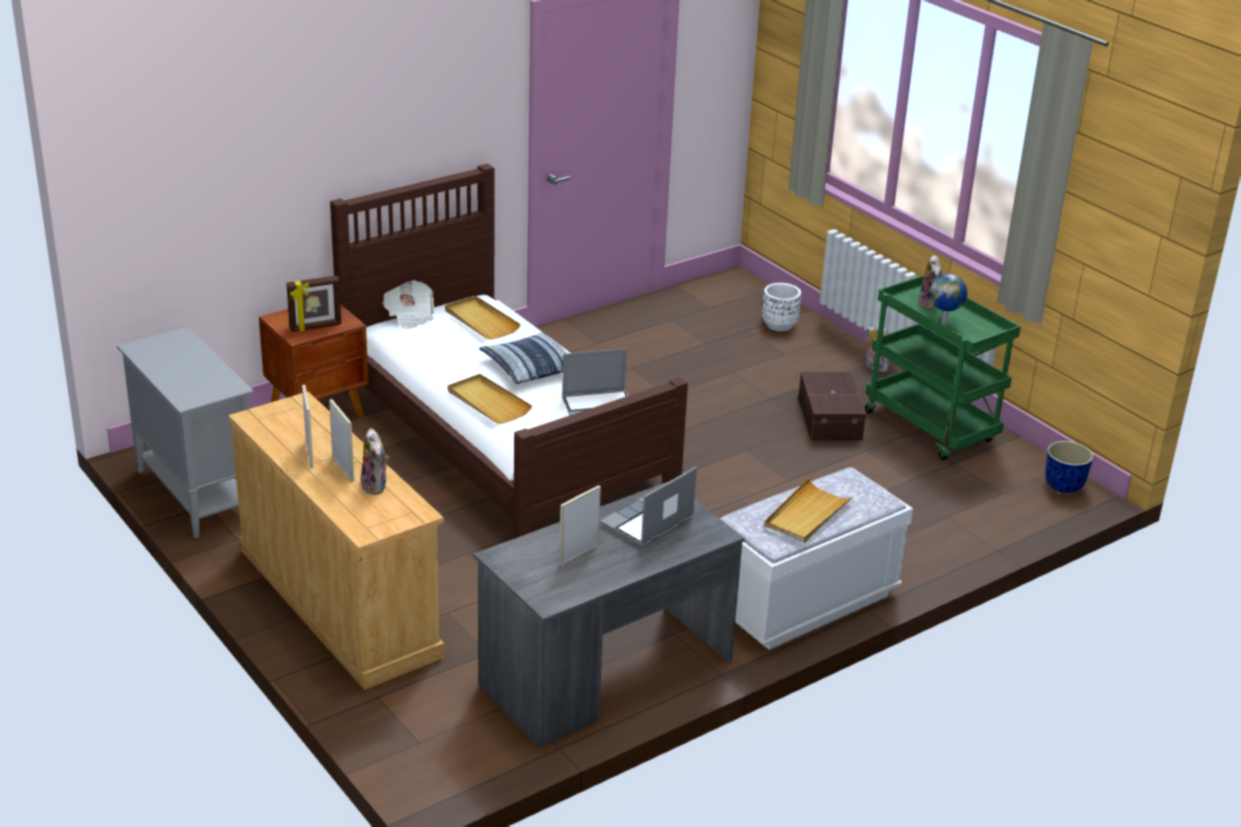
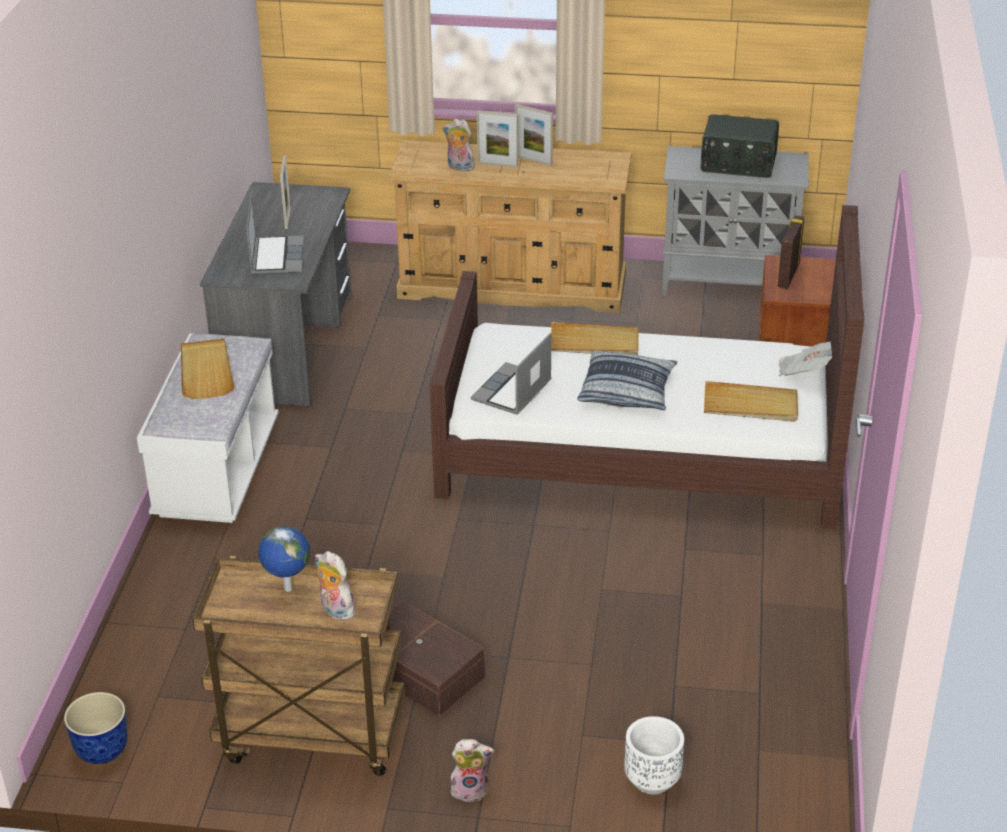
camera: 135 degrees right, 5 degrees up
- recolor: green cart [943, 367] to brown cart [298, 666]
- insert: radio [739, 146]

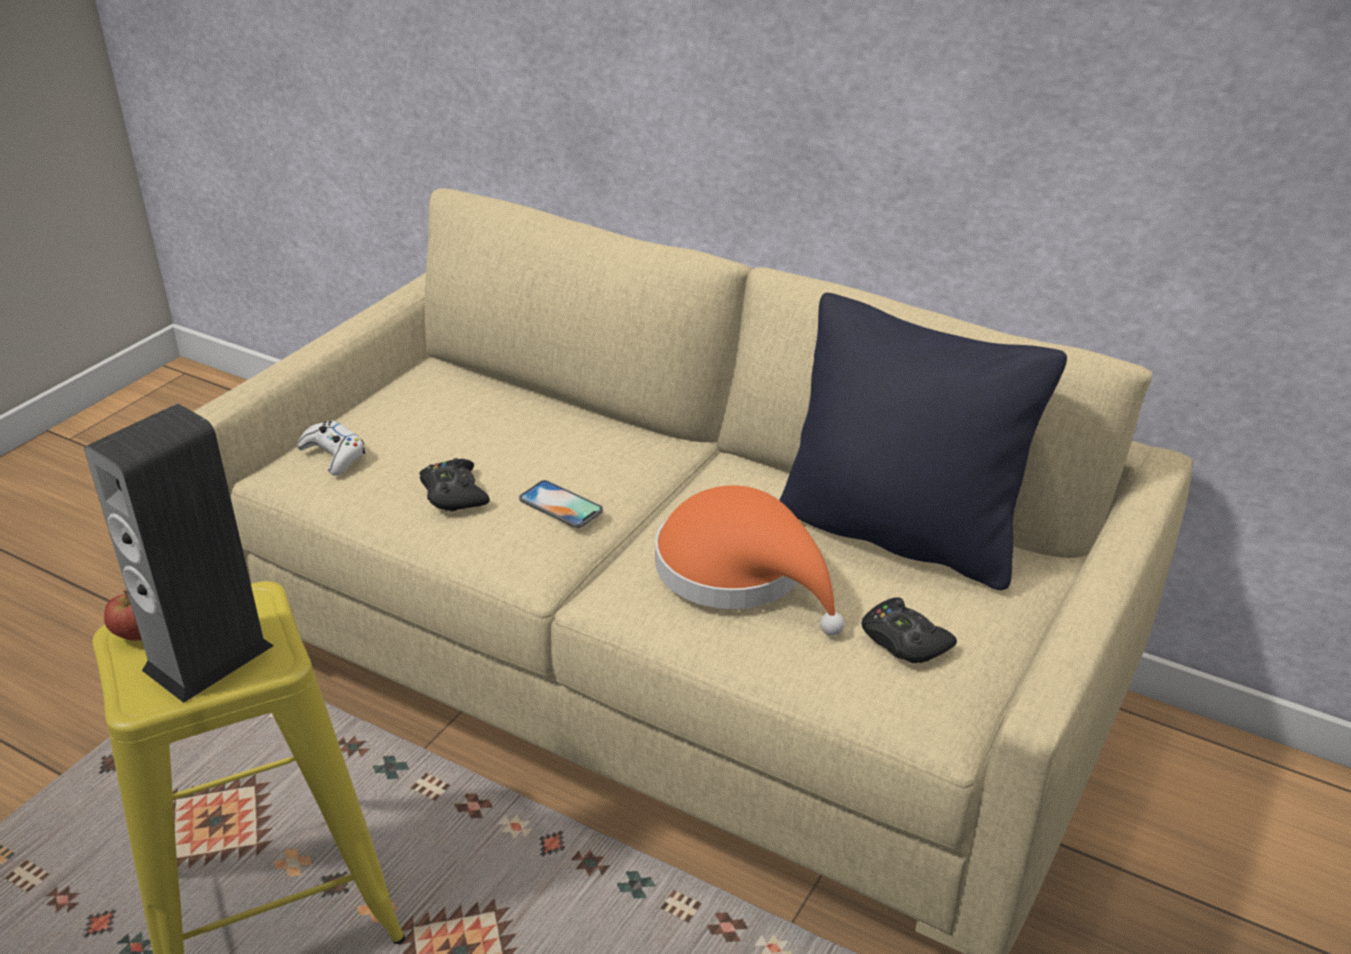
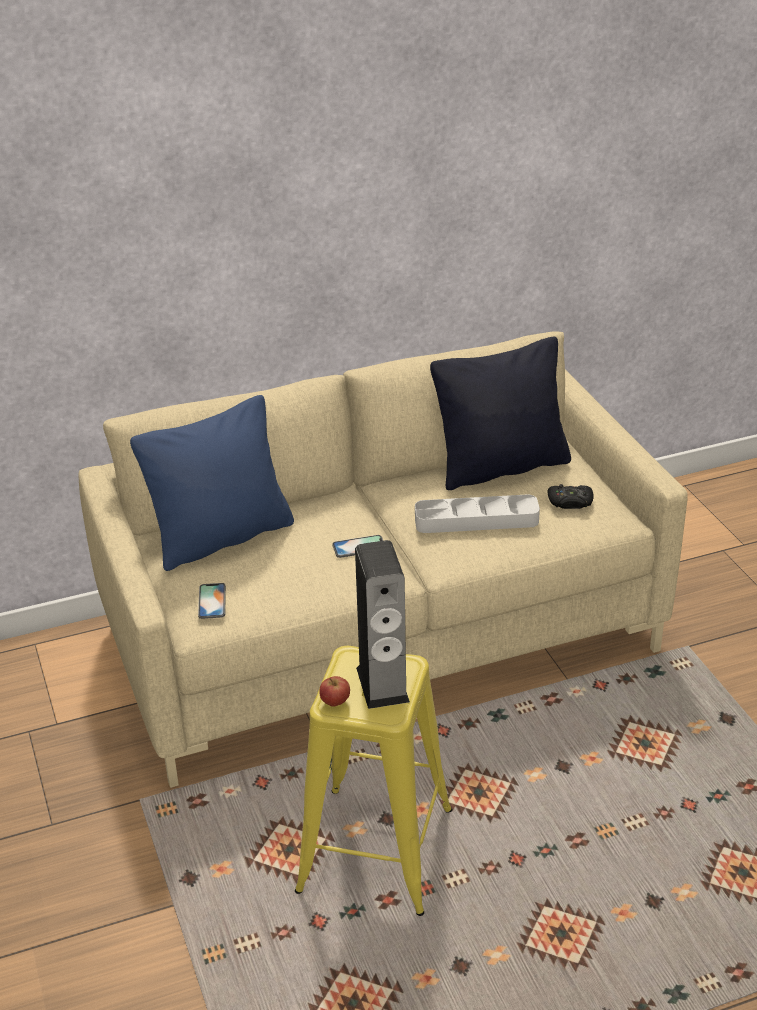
camera: 50 degrees left, 0 degrees up
- replace: white game controller [331, 448] to phone [212, 601]
- delete: black game controller [455, 485]
- replace: orange hat [750, 560] to grey tray [477, 514]
- insert: blue pillow [212, 483]

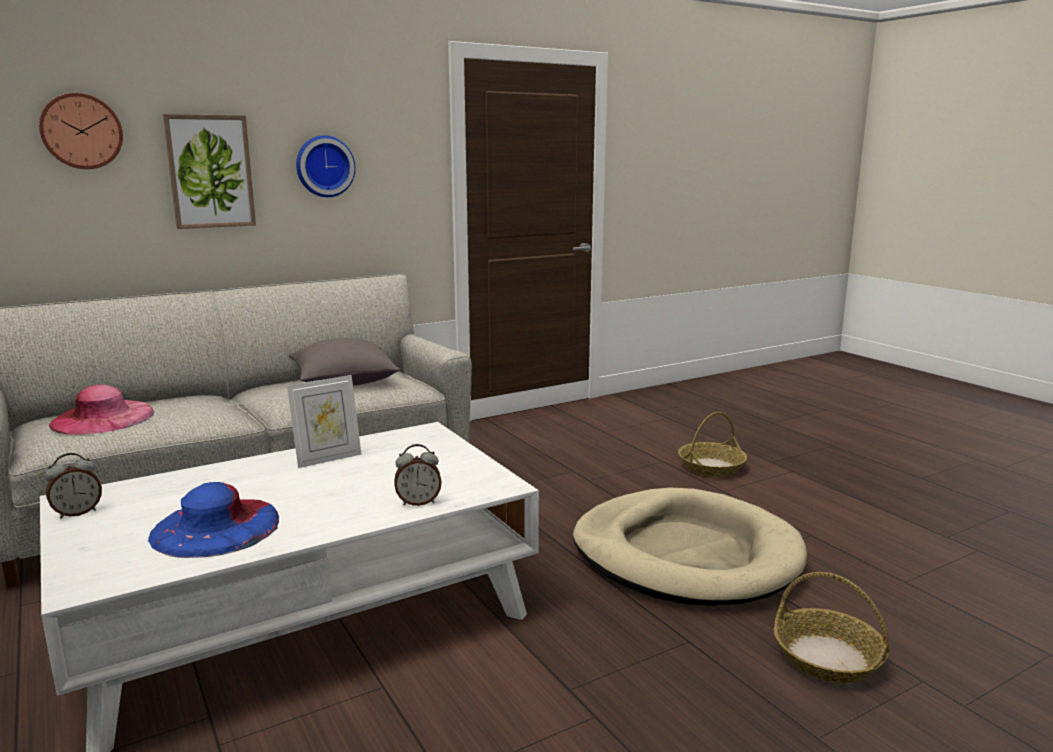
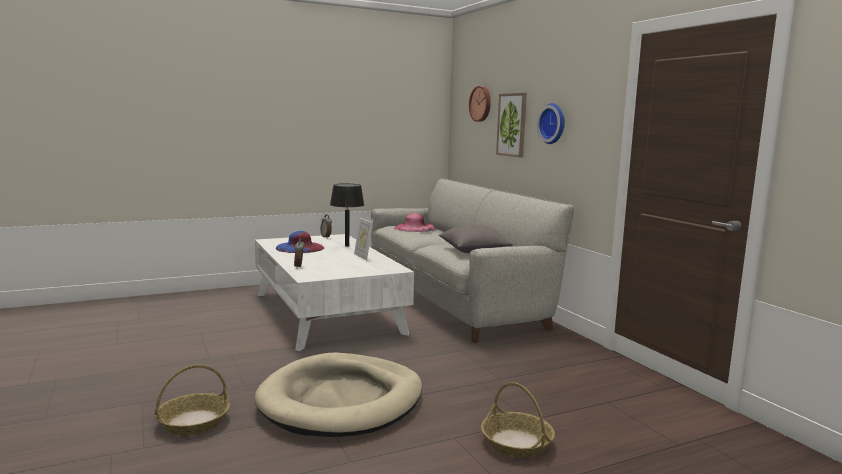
camera: 95 degrees right, 5 degrees down
- insert: black table lamp [347, 215]

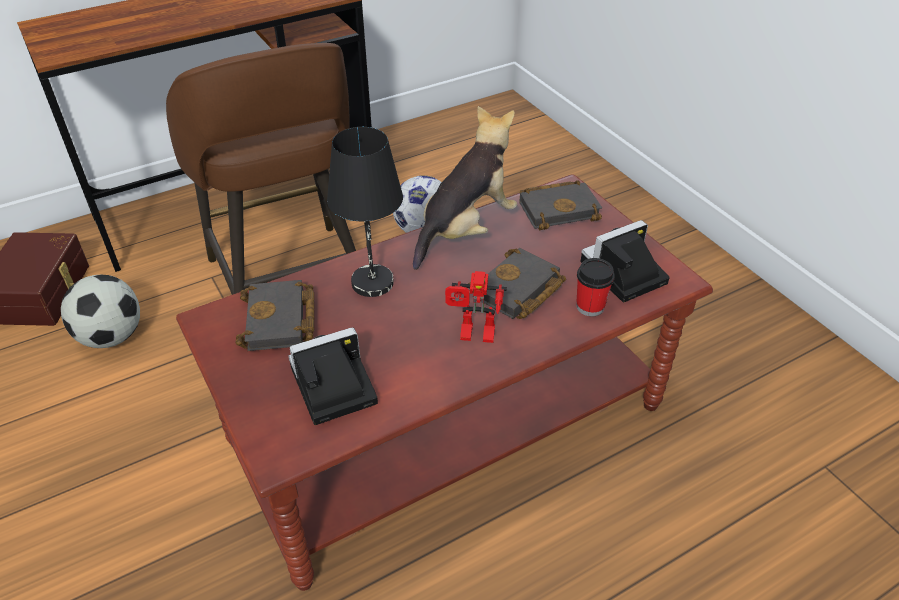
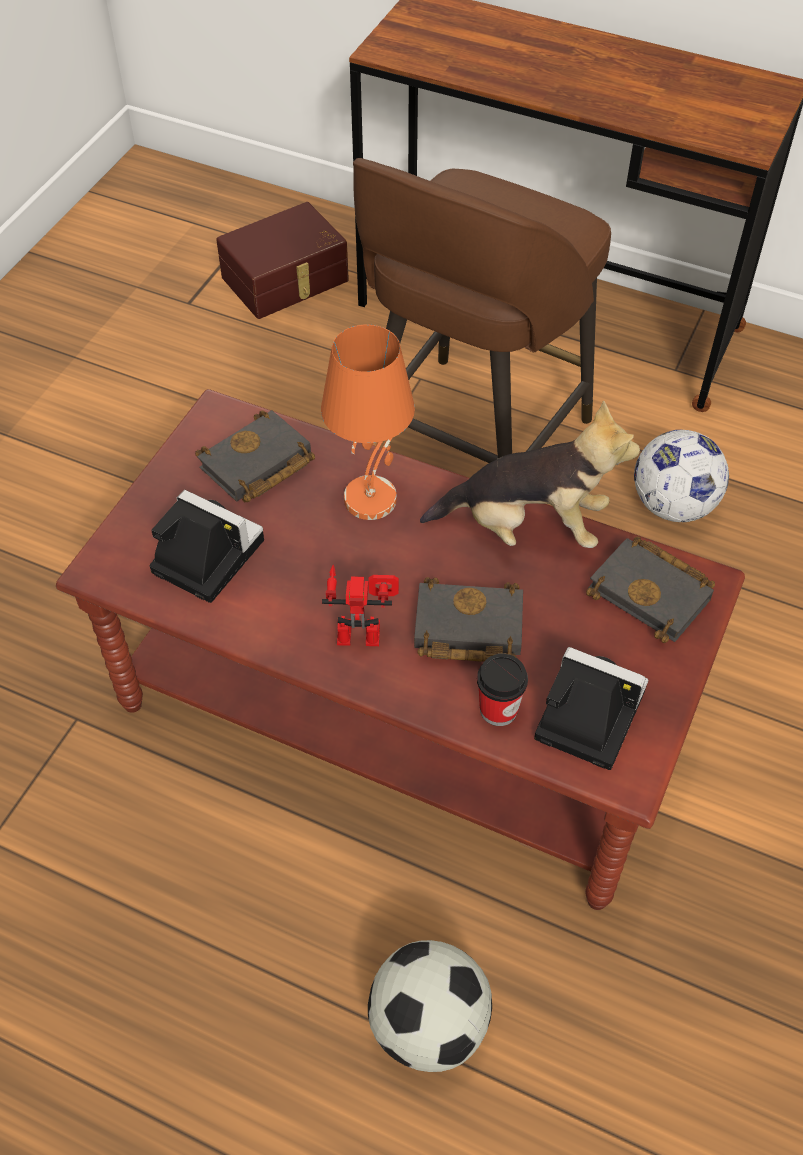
camera: 55 degrees right, 10 degrees up
- move: football [100, 311] to [430, 1006]
- recolor: black table lamp [365, 212] to orange table lamp [368, 422]
- rotate: toy robot [476, 307] = [360, 605] 120 degrees clockwise

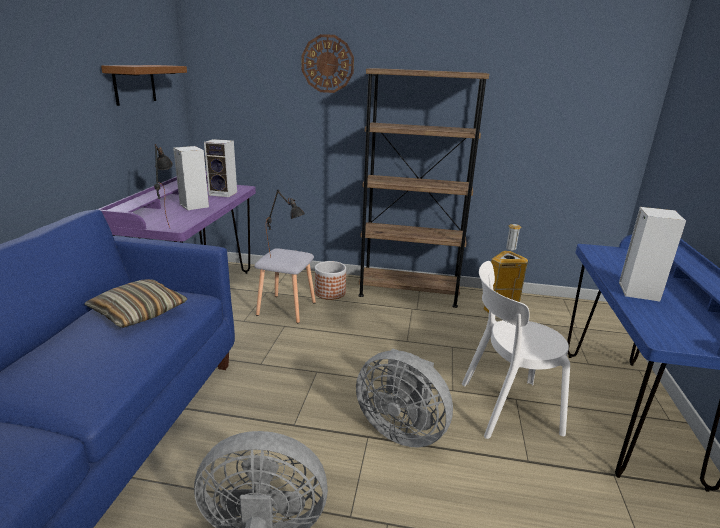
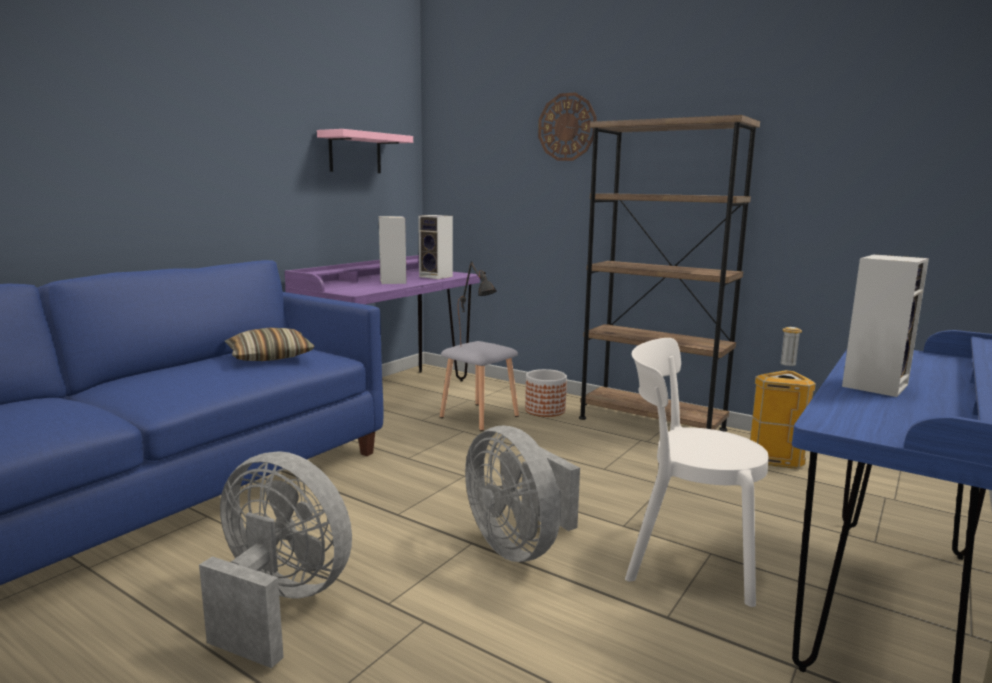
camera: 25 degrees right, 10 degrees down
- recolor: brown shelf [144, 85] to pink shelf [365, 151]
- delete: black table lamp [163, 185]

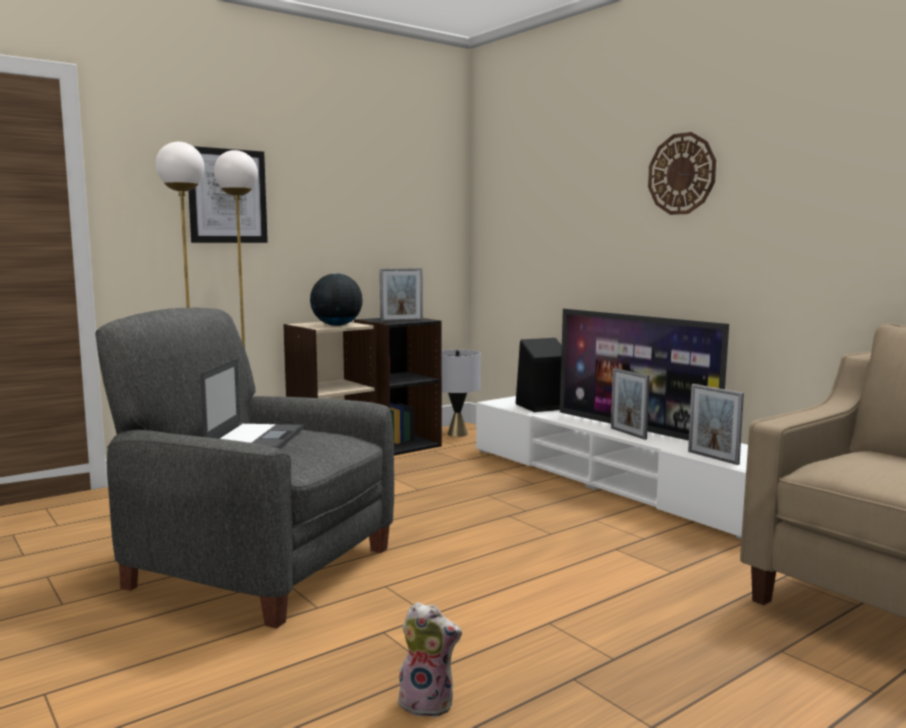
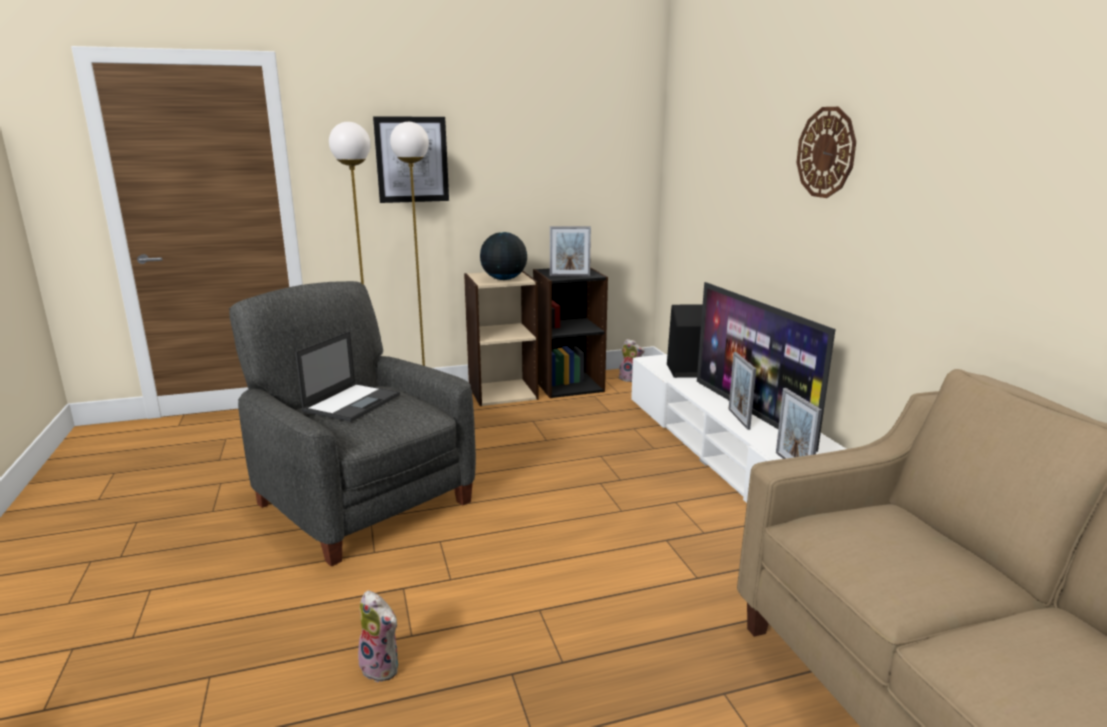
camera: 20 degrees right, 10 degrees up
- replace: grey table lamp [461, 393] to plush toy [631, 360]

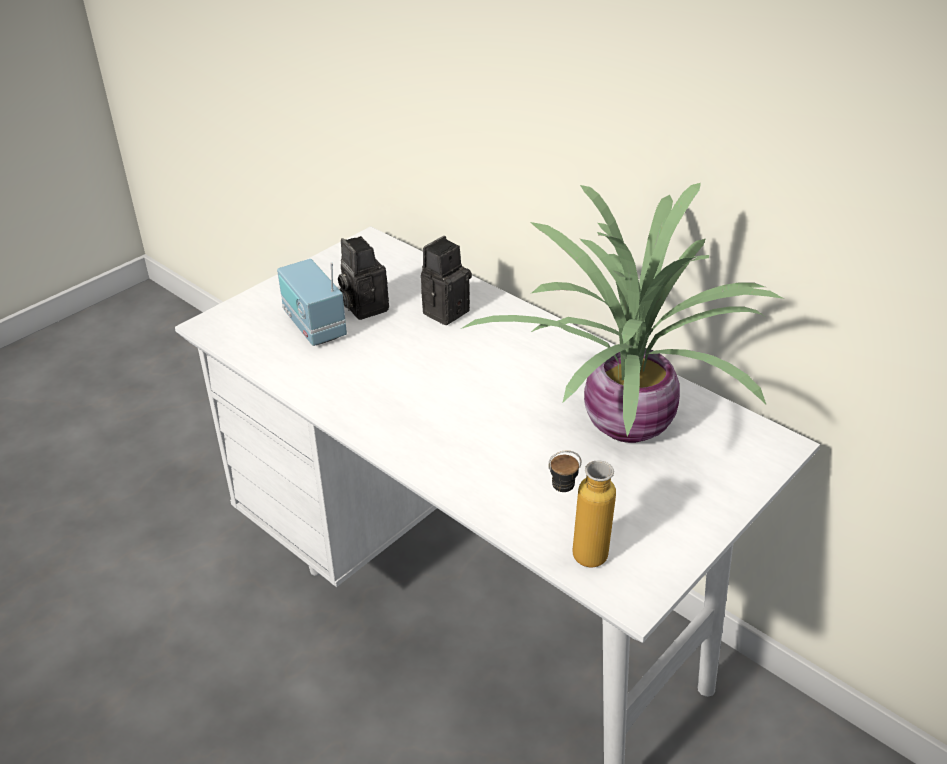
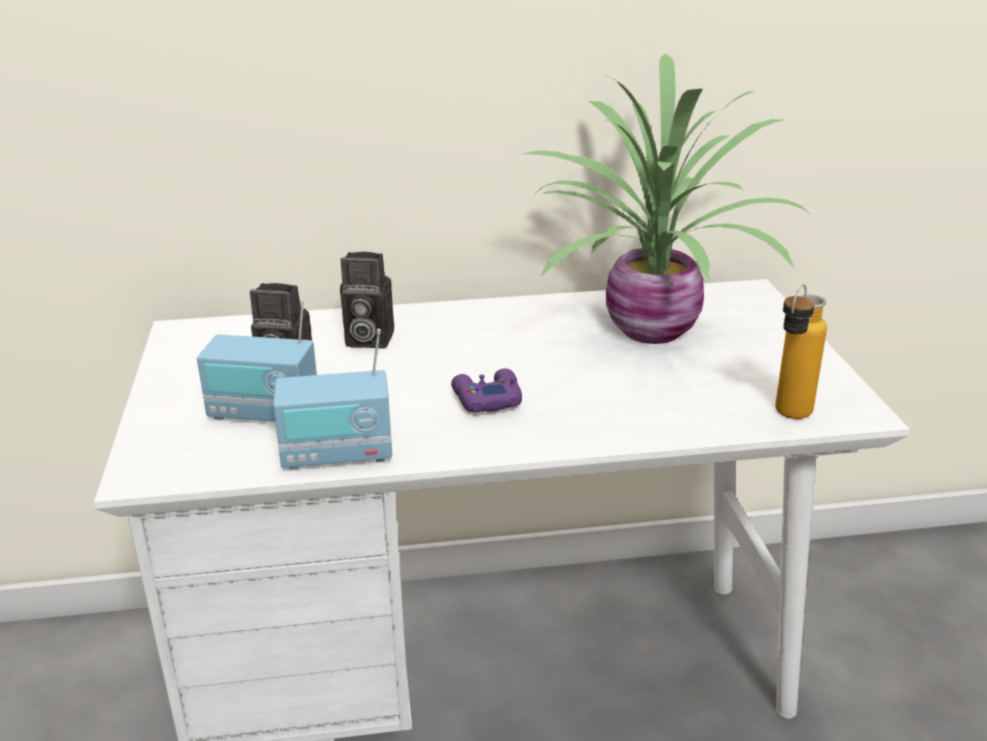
camera: 50 degrees left, 10 degrees down
- rotate: photo camera [446, 280] = [367, 300] 75 degrees counterclockwise
- insert: radio [332, 399]
- insert: purple game controller [486, 390]

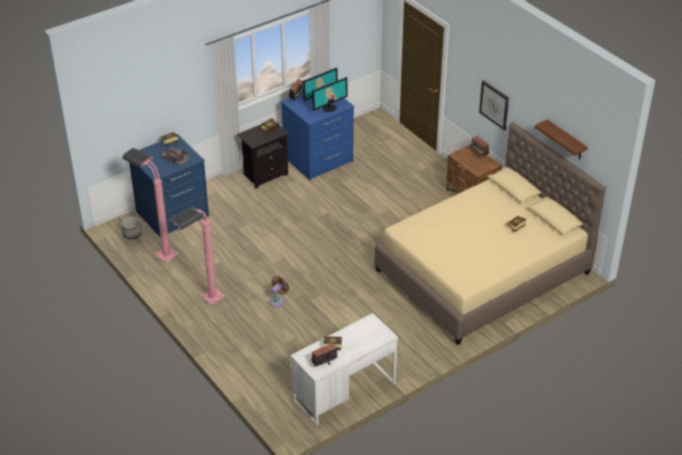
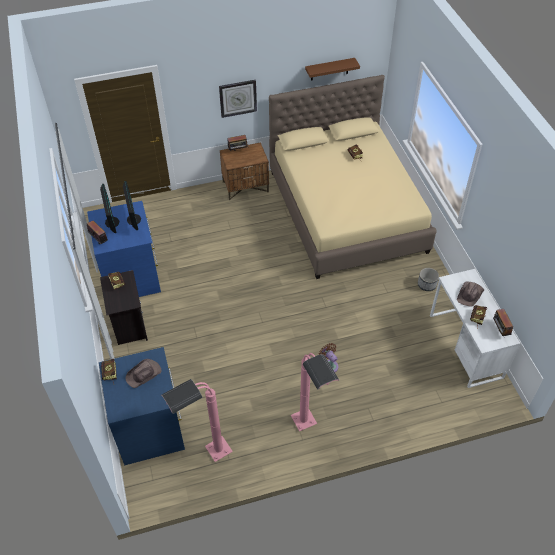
camera: 70 degrees left, 10 degrees up
- move: planter [131, 228] to [428, 279]
- insert: brown hat [470, 294]

